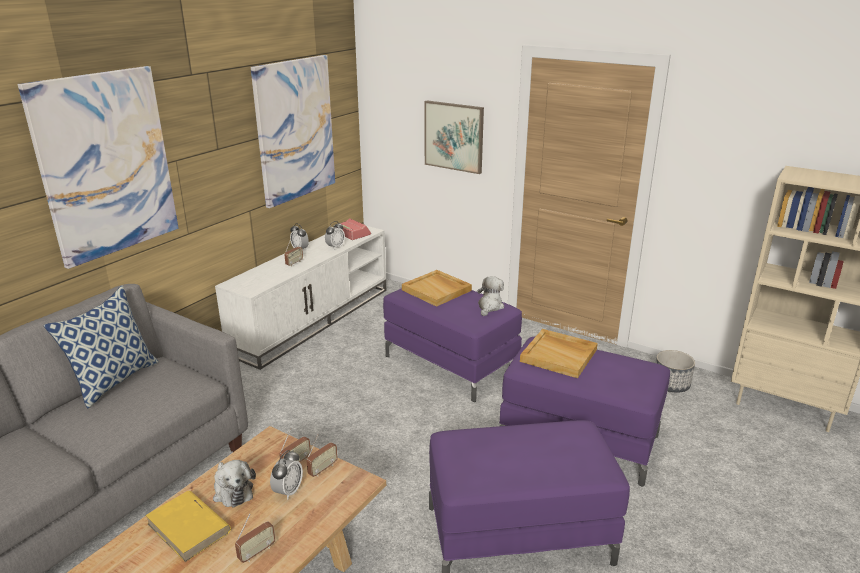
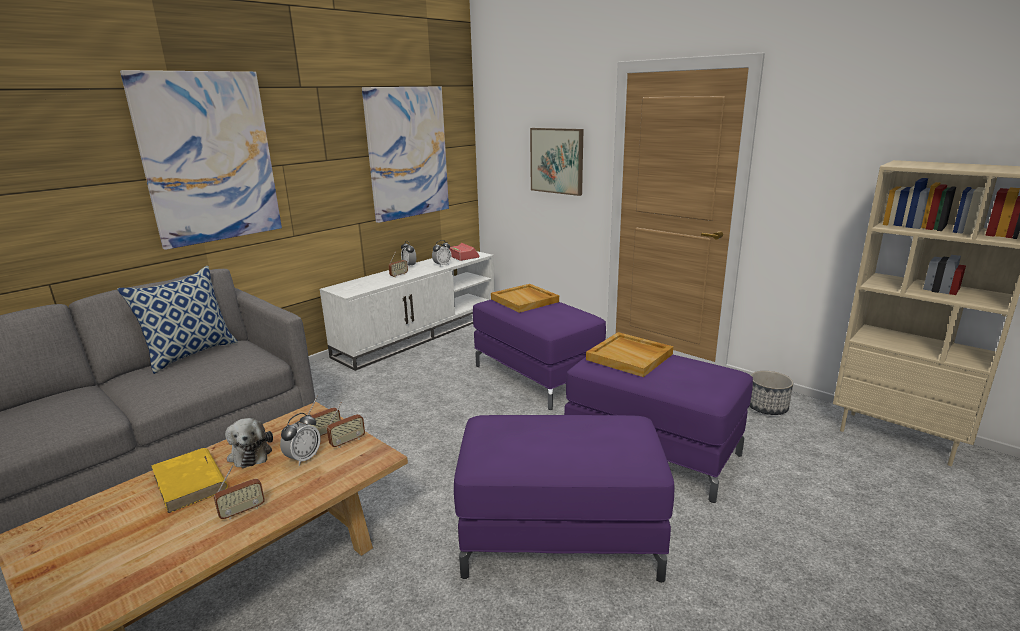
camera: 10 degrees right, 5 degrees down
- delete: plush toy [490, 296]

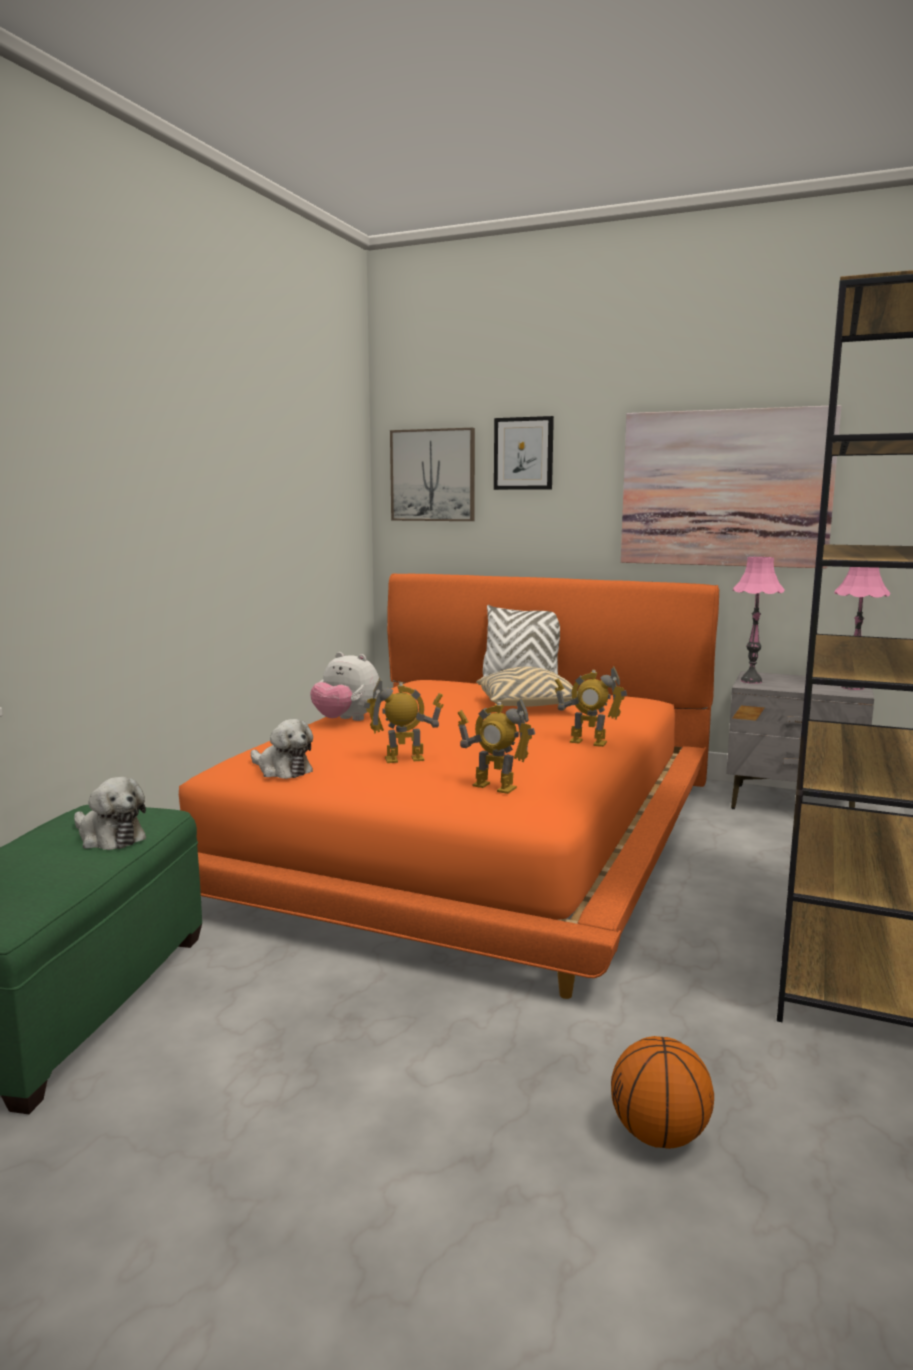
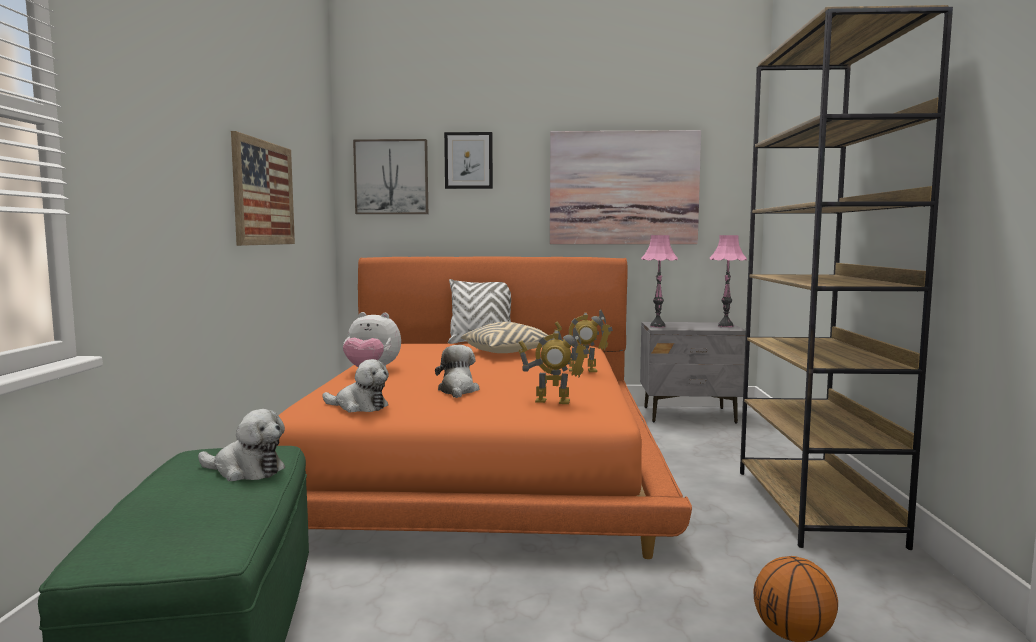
camera: 20 degrees left, 5 degrees down
- replace: toy robot [404, 720] to plush toy [457, 371]
- insert: picture [263, 188]

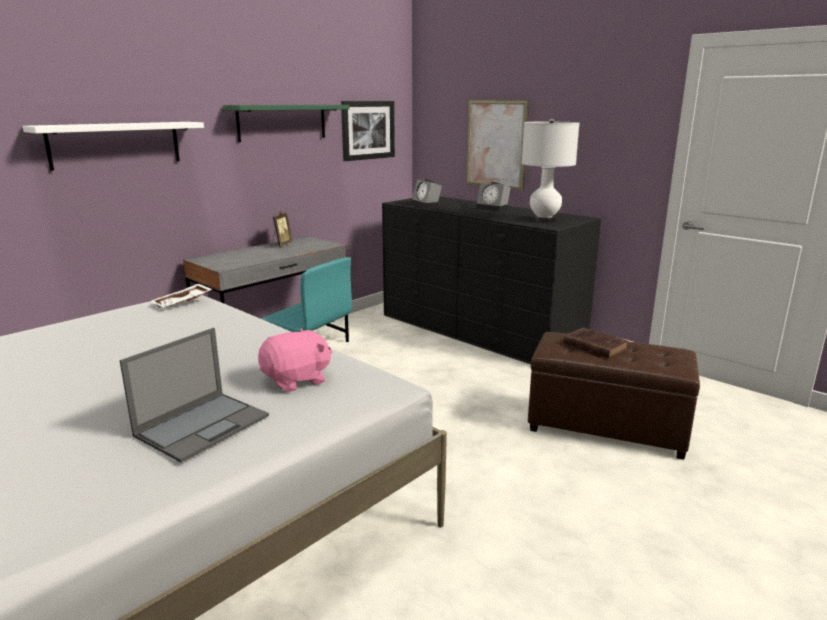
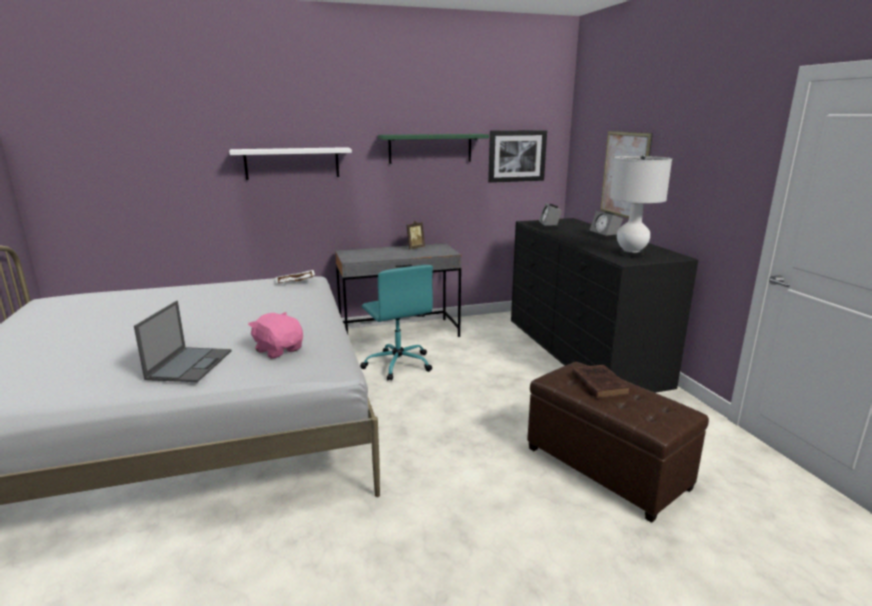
camera: 30 degrees right, 0 degrees up
- rotate: laptop [194, 395] = [183, 341] 60 degrees counterclockwise
- rotate: pink plush toy [295, 360] = [275, 335] 135 degrees counterclockwise

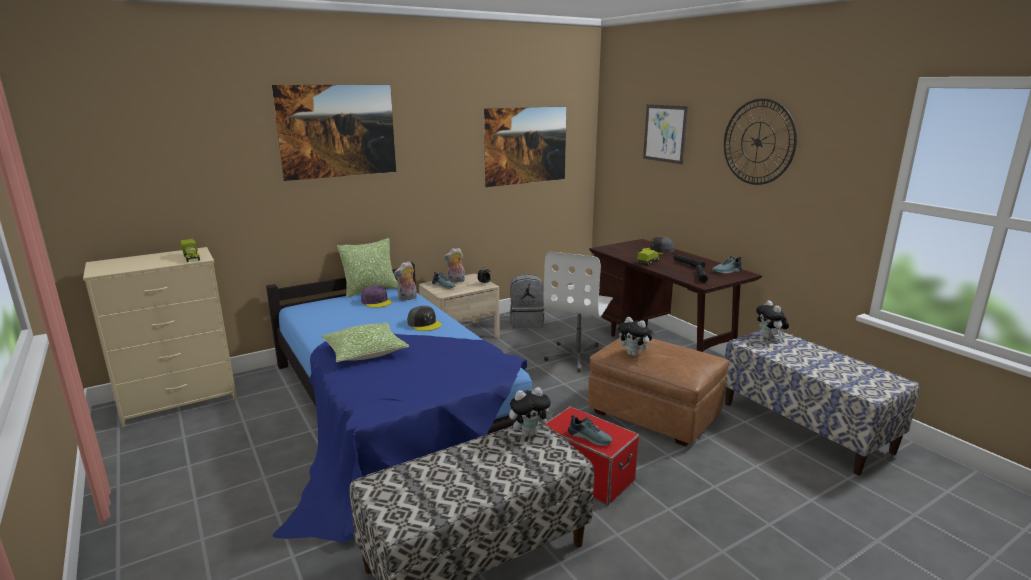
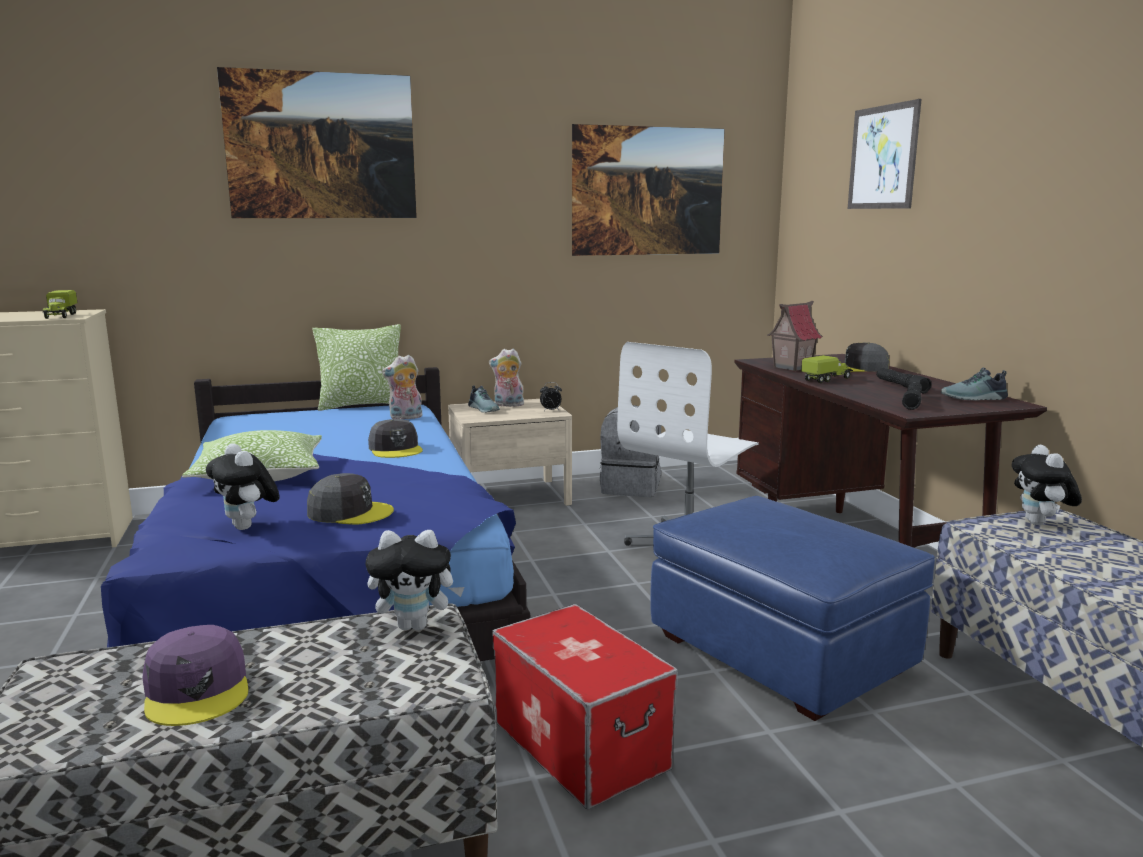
camera: 15 degrees right, 5 degrees down
- move: purple cap [376, 296] to [196, 675]
- delete: shoe [590, 430]
- recolor: brown ottoman [658, 391] to blue ottoman [792, 608]
- move: plush toy [635, 336] to [243, 486]
- delete: wall clock [760, 141]
- insert: grey cap [350, 499]
- insert: toy house [795, 336]

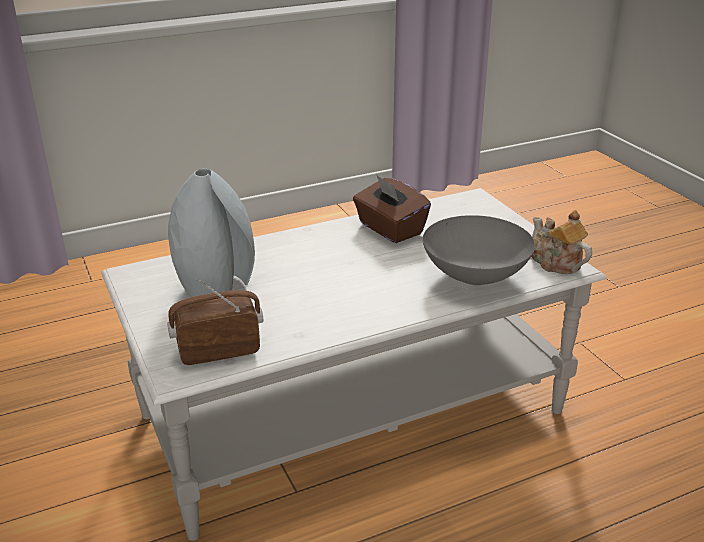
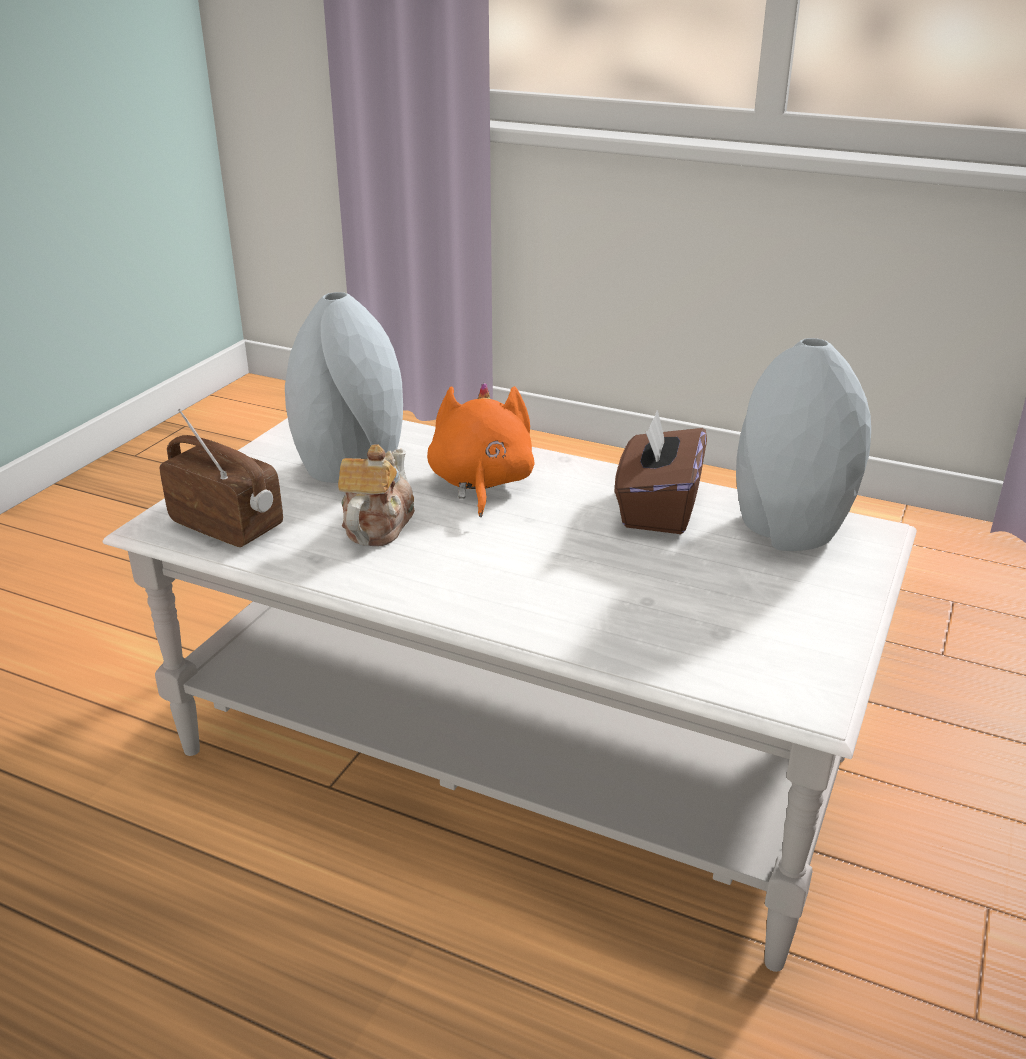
camera: 50 degrees right, 0 degrees up
- delete: grey bowl [479, 250]
- move: teapot [561, 242] to [376, 495]
- insert: orange plush toy [481, 450]
- insert: grey vase [803, 444]

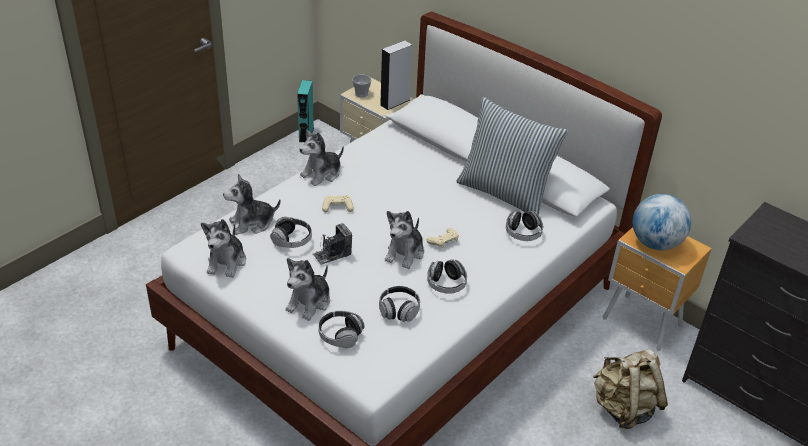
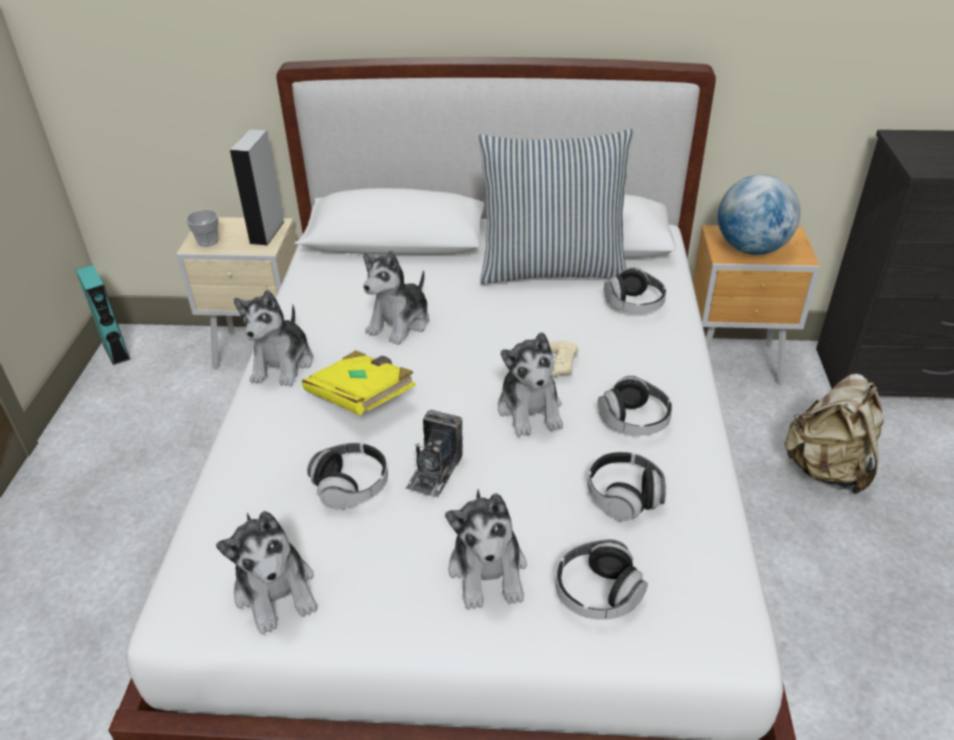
camera: 35 degrees left, 0 degrees up
- move: plush toy [251, 204] to [396, 297]
- replace: beige game controller [338, 203] to yellow book [359, 382]

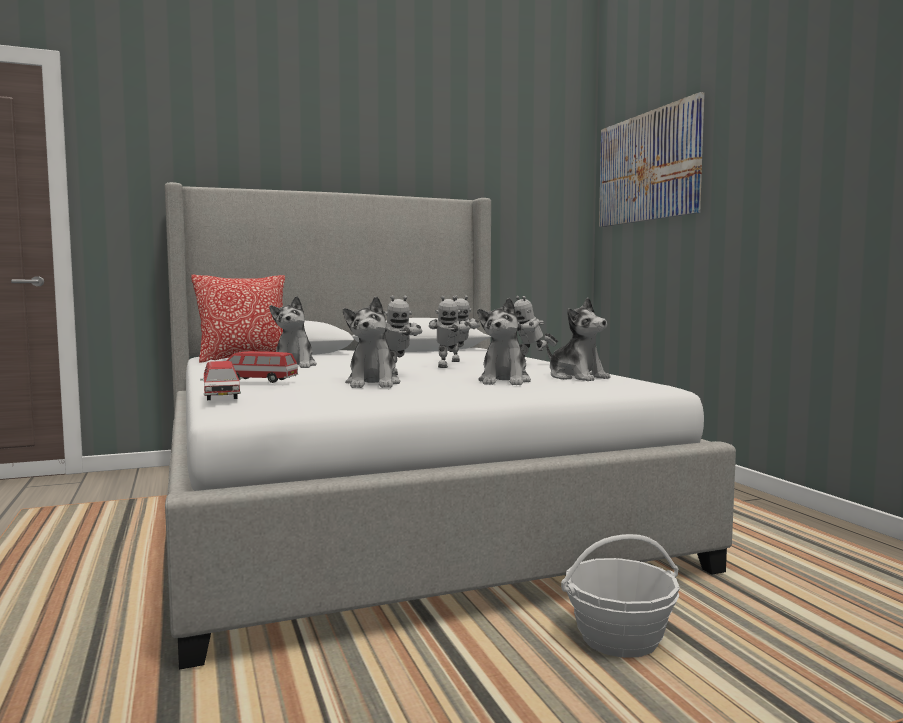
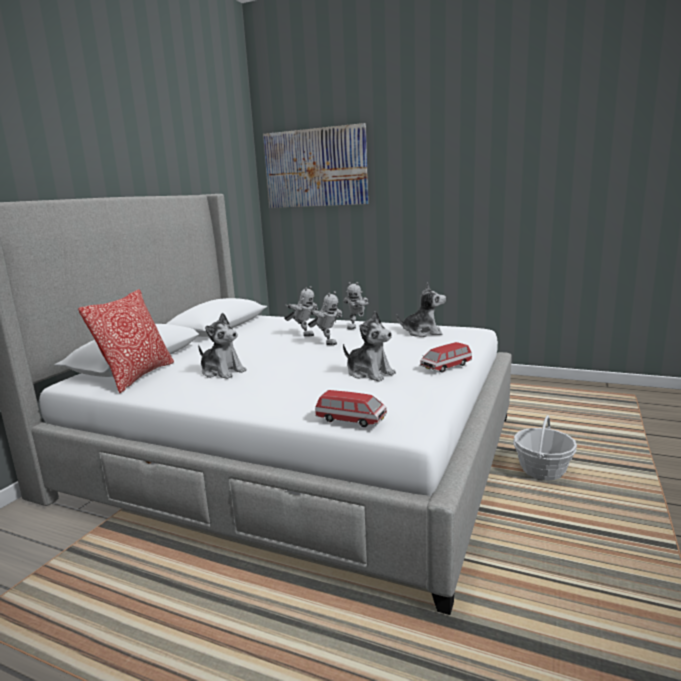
camera: 45 degrees left, 10 degrees up
- move: toy car [262, 367] to [446, 357]
- delete: toy robot [403, 335]
- delete: plush toy [504, 341]

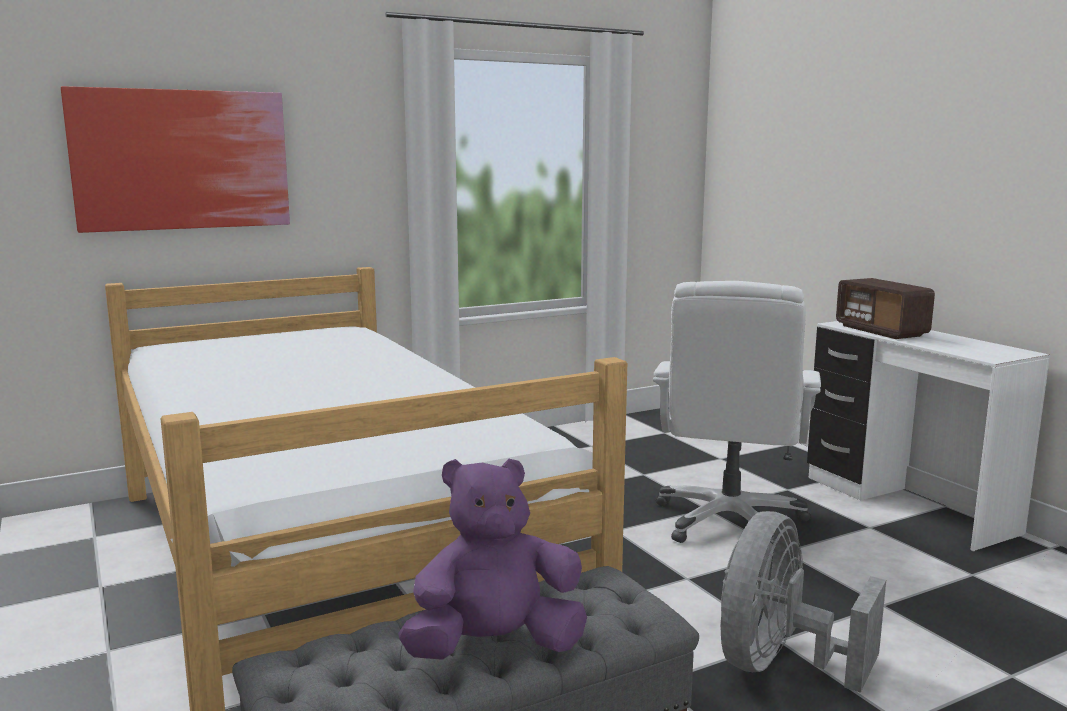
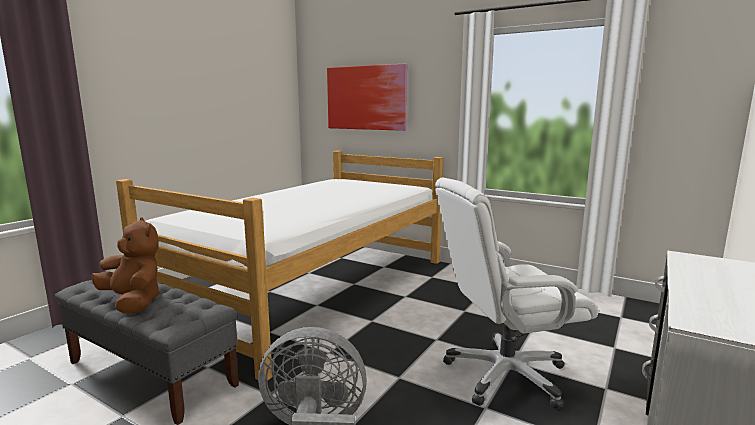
camera: 60 degrees right, 0 degrees up
- recolor: purple plush toy [492, 559] to brown plush toy [126, 265]
- delete: radio [885, 308]

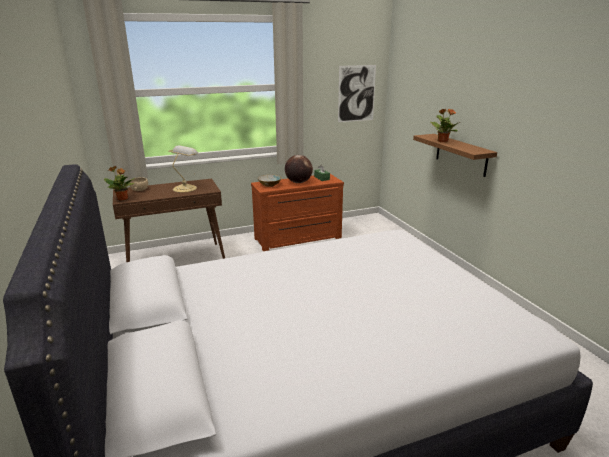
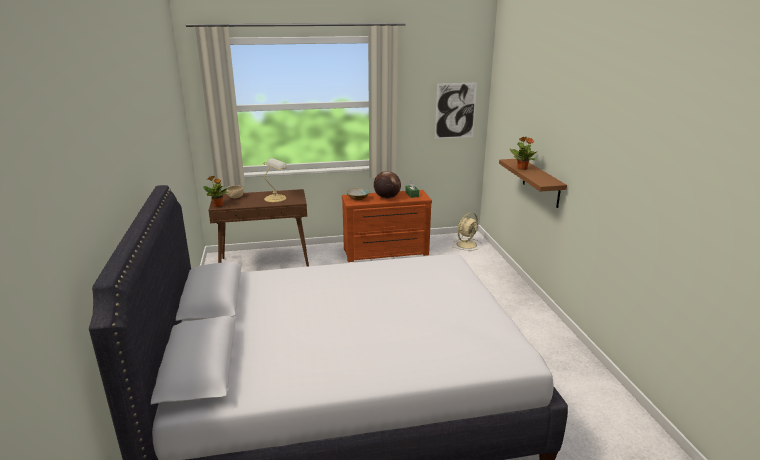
camera: 10 degrees right, 0 degrees up
- insert: beige fan [467, 231]

